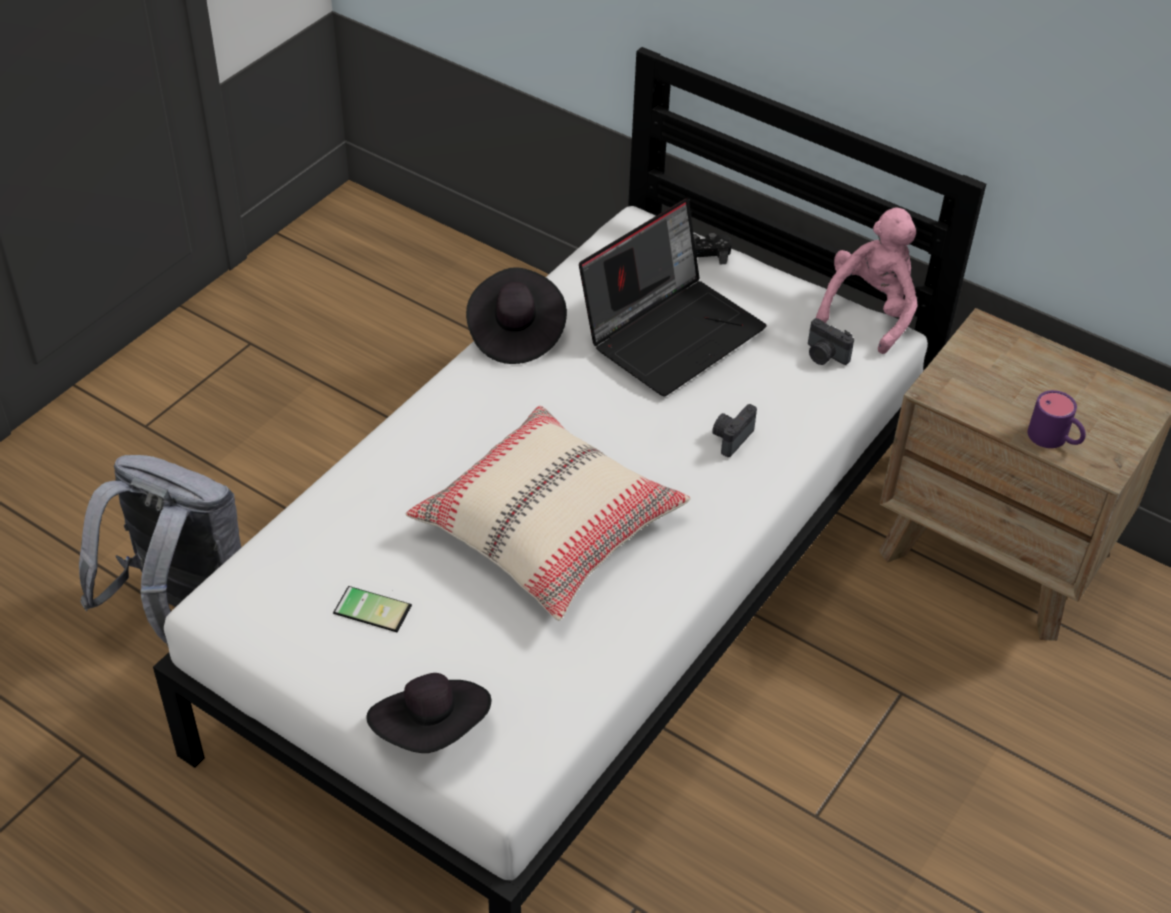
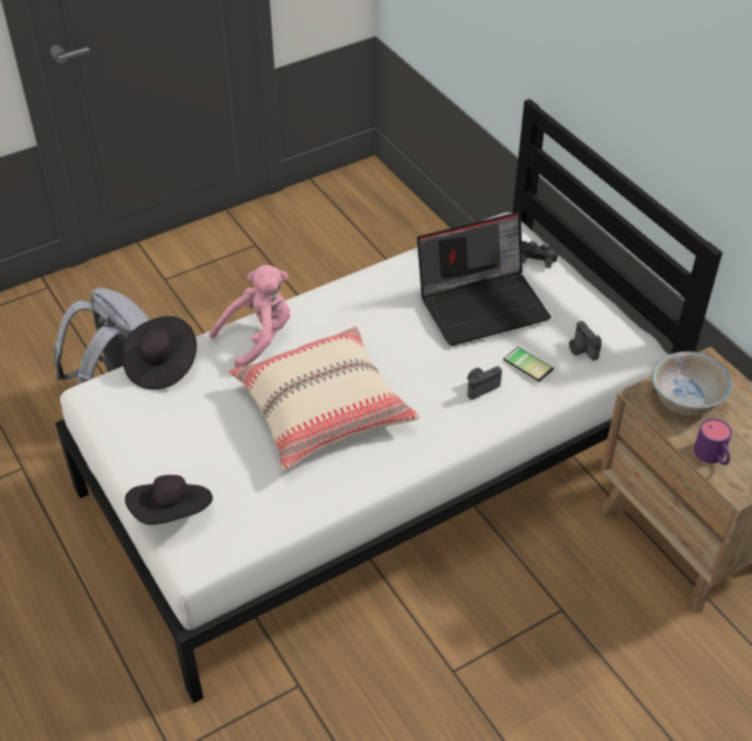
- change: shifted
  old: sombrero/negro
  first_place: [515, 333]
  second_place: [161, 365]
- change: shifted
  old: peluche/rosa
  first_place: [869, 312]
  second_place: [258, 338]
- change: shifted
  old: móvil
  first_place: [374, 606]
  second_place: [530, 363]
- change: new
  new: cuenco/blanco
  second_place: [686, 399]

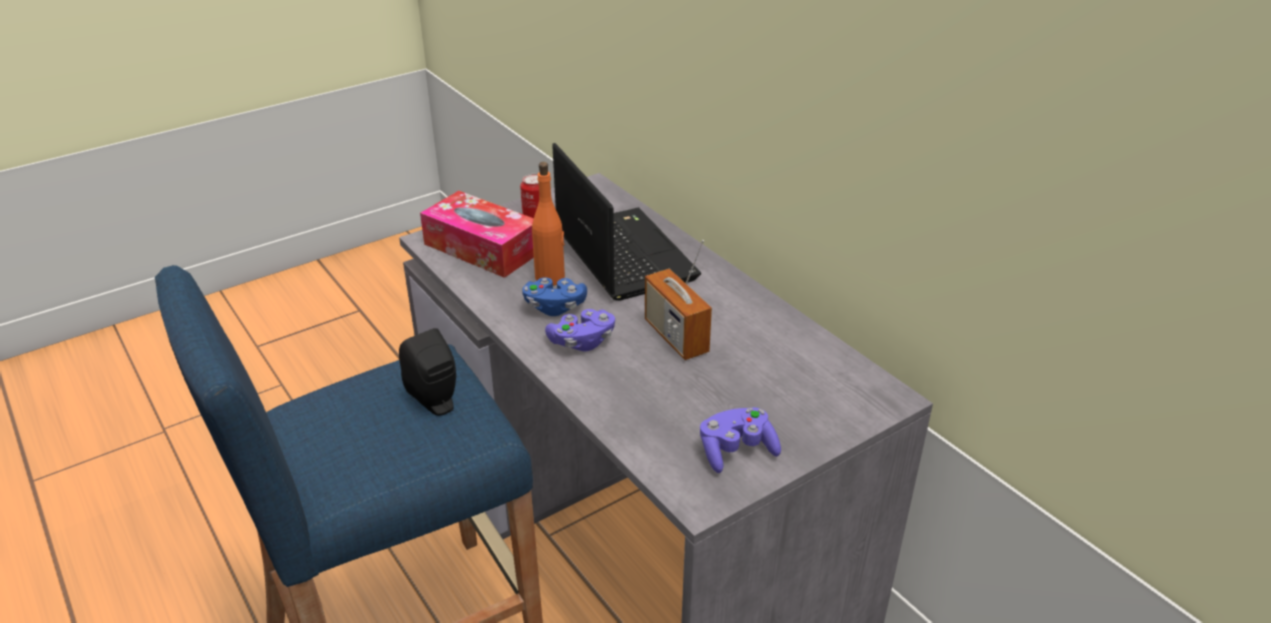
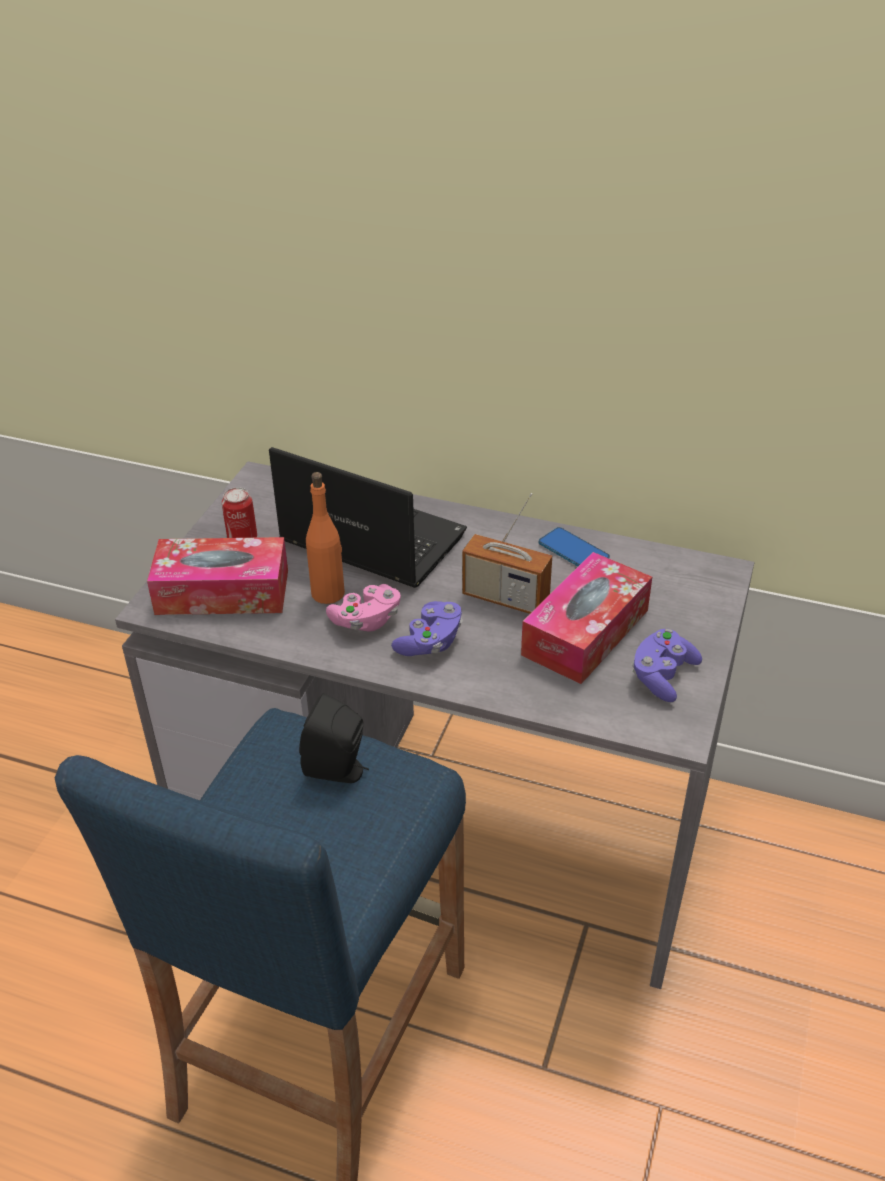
- change: repainted
  old: mando de consola/azul
  new: mando de consola/rosa
  first_place: [555, 307]
  second_place: [366, 620]
- change: new
  new: caja de pañuelos
  second_place: [585, 632]
- change: new
  new: móvil
  second_place: [573, 551]

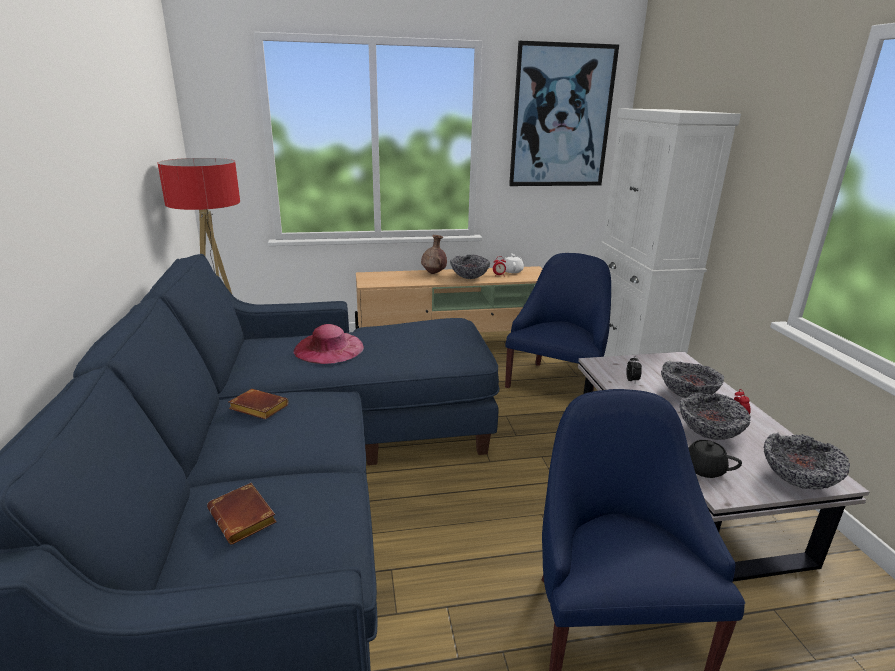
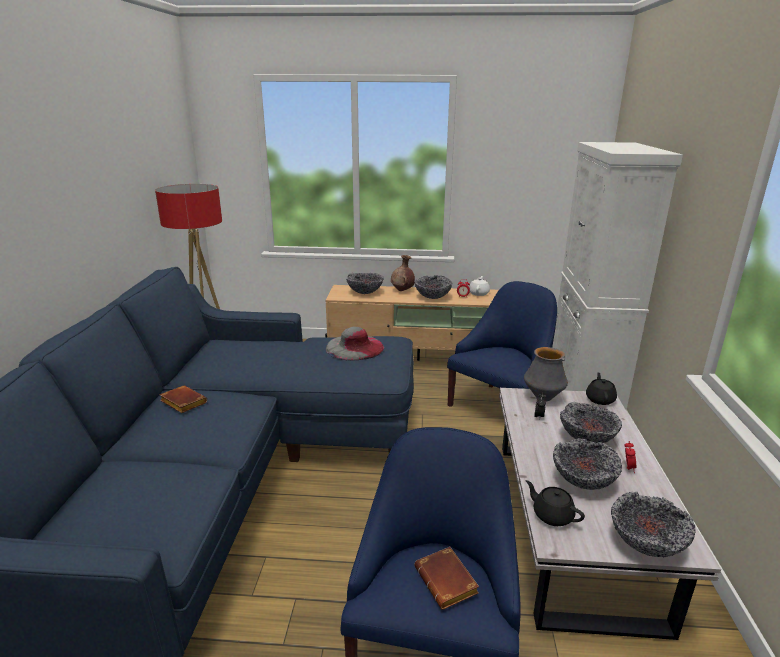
- change: new
  new: sombrero/gris
  second_place: [354, 347]
- change: new
  new: cuenco
  second_place: [365, 292]
- change: shifted
  old: libro/marrón
  first_place: [245, 518]
  second_place: [448, 582]
- change: new
  new: florero
  second_place: [543, 397]
- change: new
  new: tetera/negro
  second_place: [600, 399]
- change: gone
  old: sombrero/rosa
  first_place: [329, 348]
- change: gone
  old: cuadro
  first_place: [561, 117]

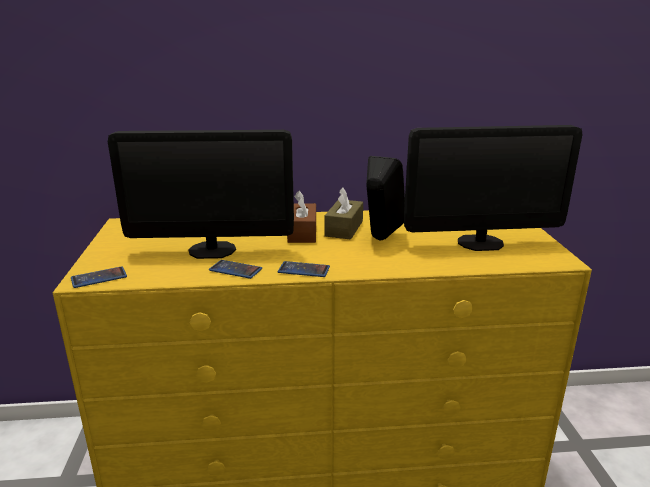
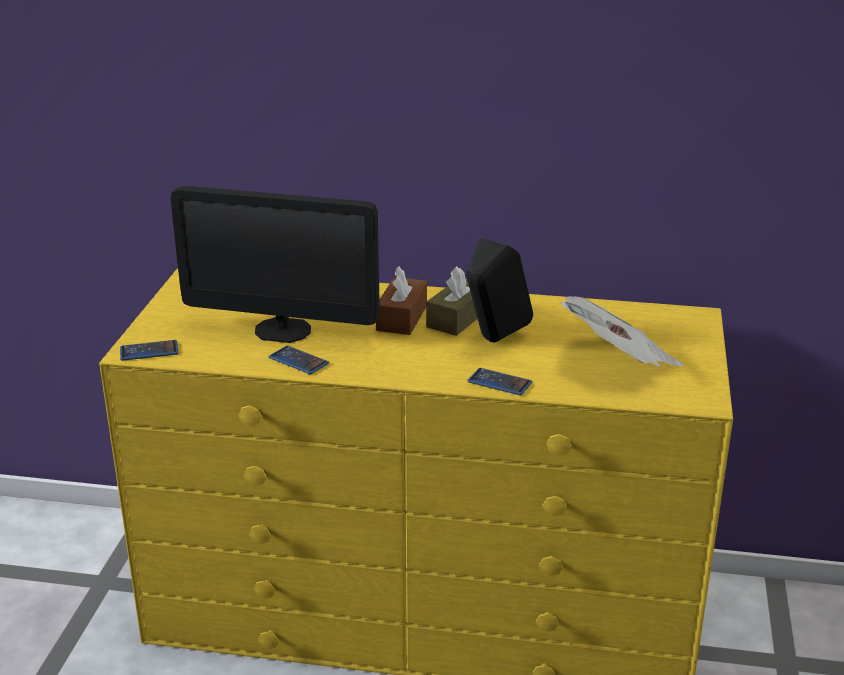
- change: shifted
  old: móvil
  first_place: [304, 270]
  second_place: [499, 382]
- change: swapped
  old: monitor
  new: periódico
  first_place: [480, 243]
  second_place: [619, 362]

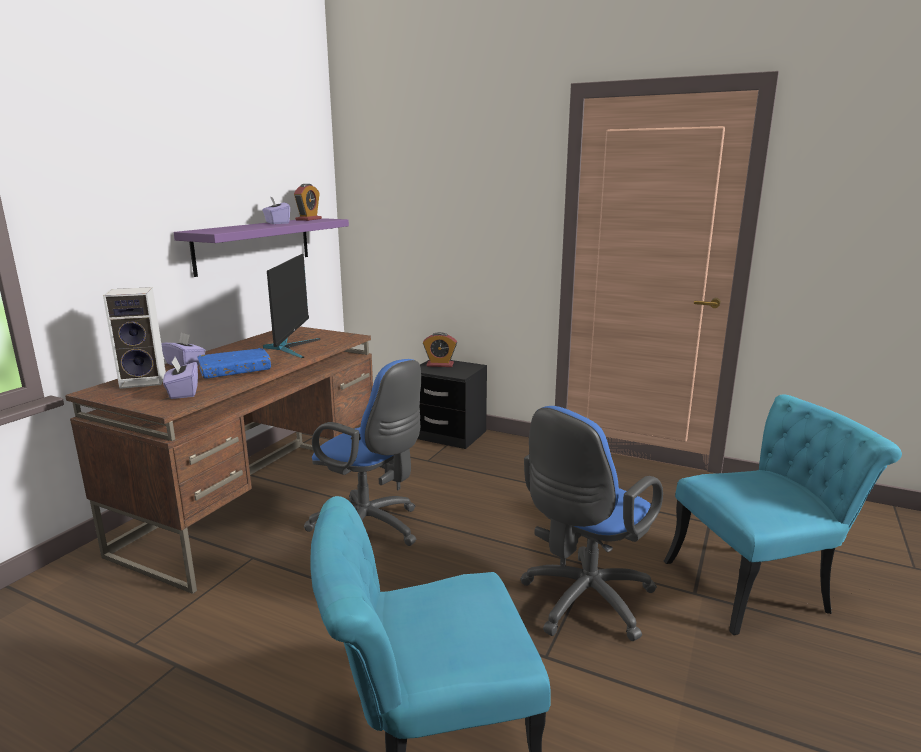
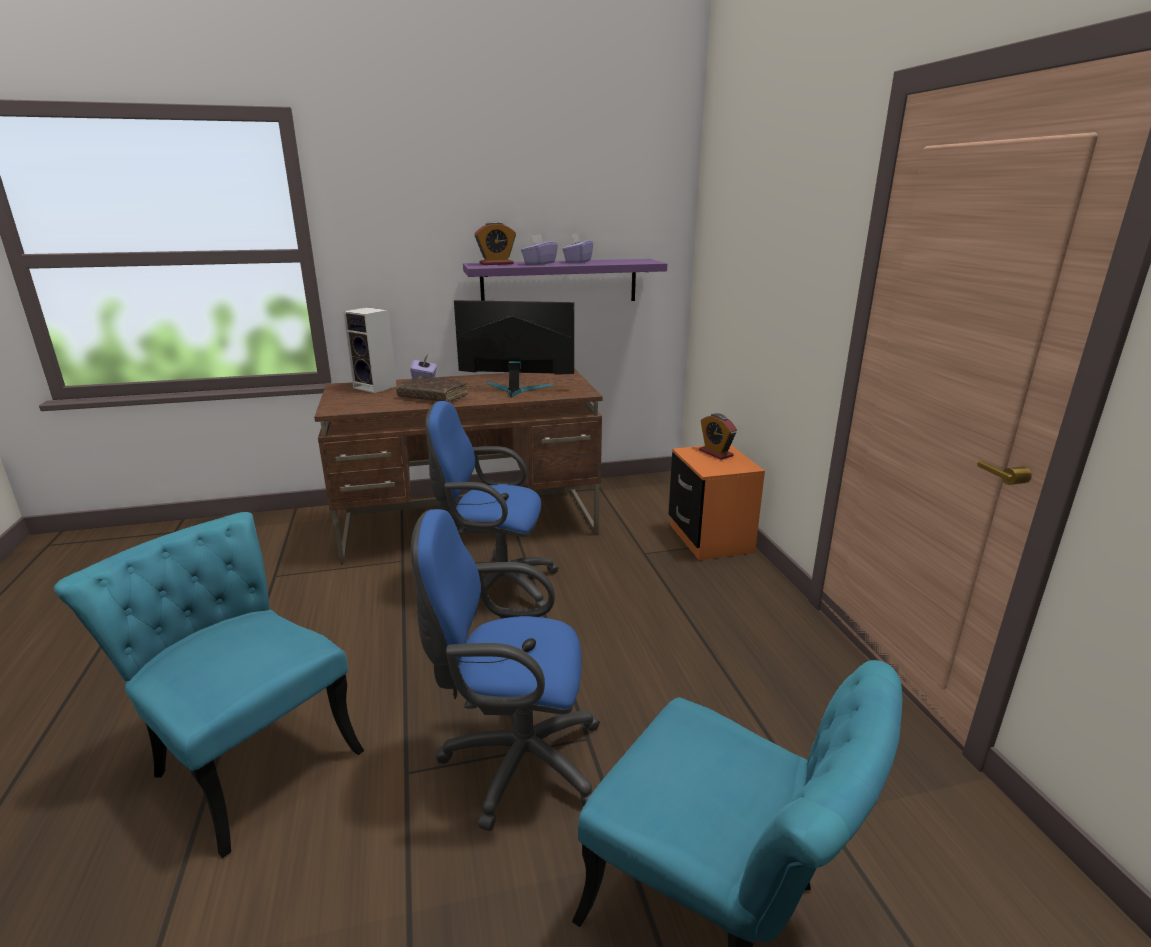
- change: repainted
  old: libro/azul
  new: libro/marrón
  first_place: [235, 371]
  second_place: [433, 397]
- change: rotated
  old: silla de oficina/azul
  first_place: [371, 530]
  second_place: [495, 586]
  degrees: 105
- change: rotated
  old: monitor
  first_place: [291, 348]
  second_place: [515, 389]
  degrees: -135
- change: shifted
  old: despertador
  first_place: [308, 219]
  second_place: [496, 264]
- change: shifted
  old: caja de pañuelos/morado
  first_place: [183, 392]
  second_place: [539, 263]
- change: repainted
  old: mesita de noche/negro
  new: mesita de noche/naranja
  first_place: [448, 435]
  second_place: [710, 539]

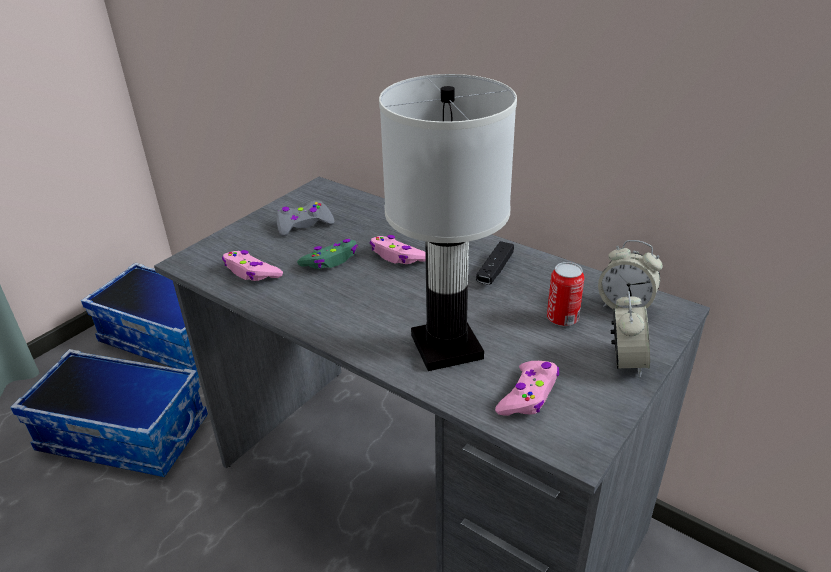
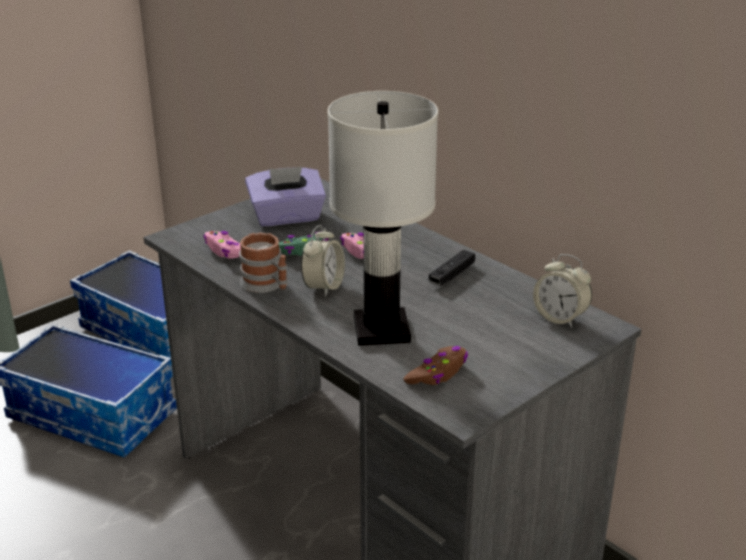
- change: new
  new: taza grande
  second_place: [267, 285]
- change: swapped
  old: mando de consola/gris
  new: caja de pañuelos/morado
  first_place: [304, 225]
  second_place: [287, 217]
- change: shifted
  old: despertador
  first_place: [626, 362]
  second_place: [323, 287]
- change: repainted
  old: mando de consola/rosa
  new: mando de consola/marrón
  first_place: [528, 395]
  second_place: [438, 373]
- change: gone
  old: lata
  first_place: [562, 318]

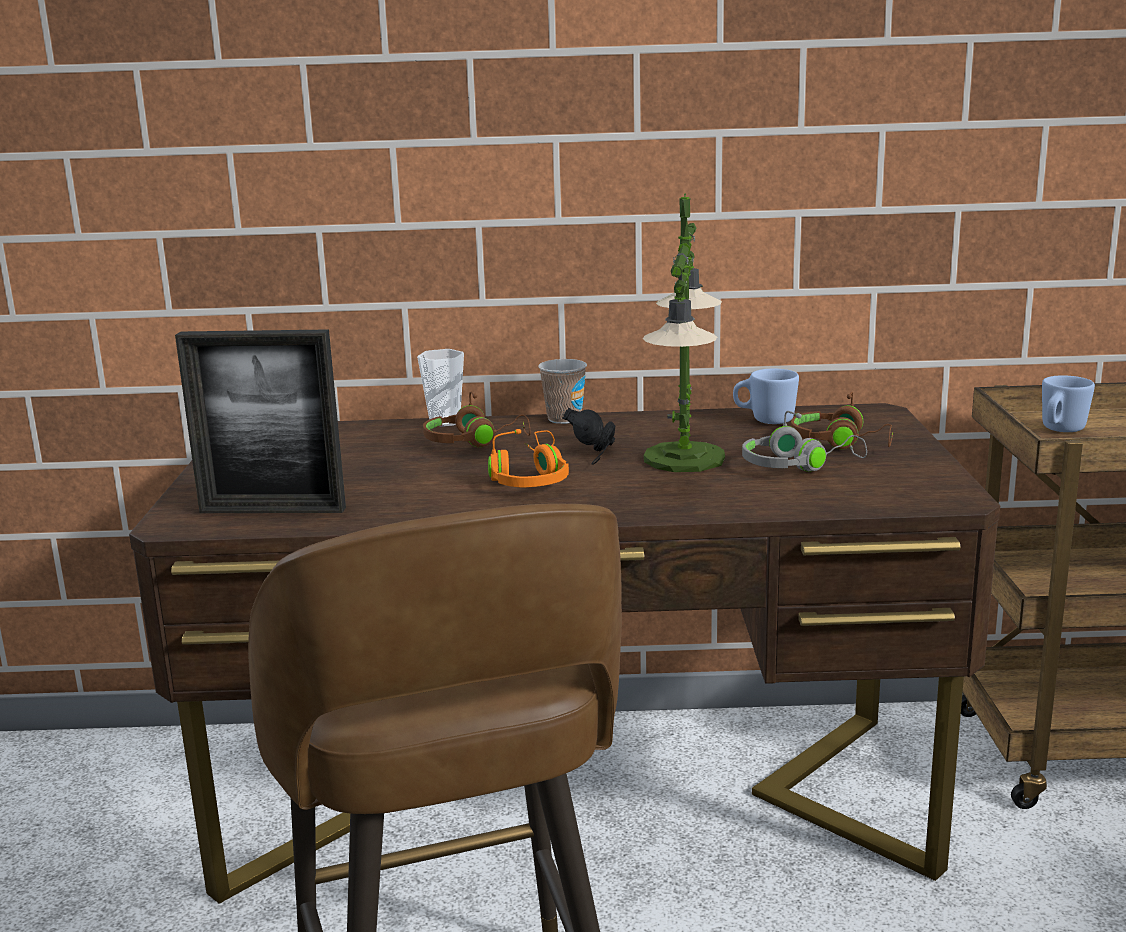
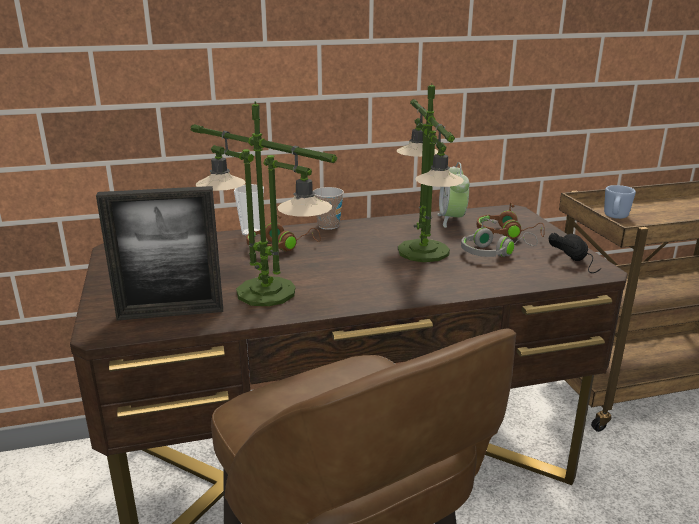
- change: new
  new: lámpara de mesa
  second_place: [265, 292]
- change: swapped
  old: taza grande/azul
  new: despertador
  first_place: [764, 420]
  second_place: [452, 220]
- change: shifted
  old: auriculares/negro
  first_place: [599, 453]
  second_place: [578, 262]
- change: gone
  old: auriculares/naranja
  first_place: [530, 478]

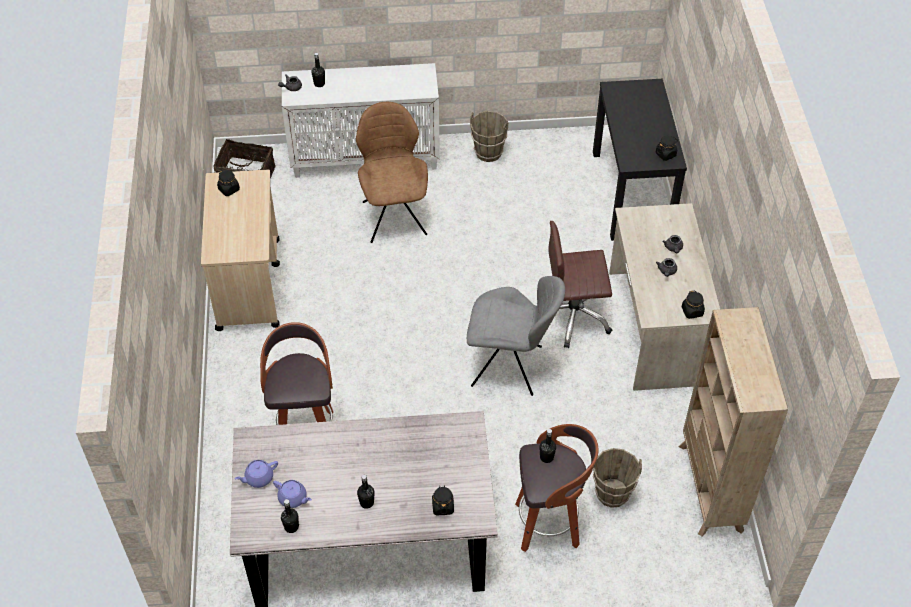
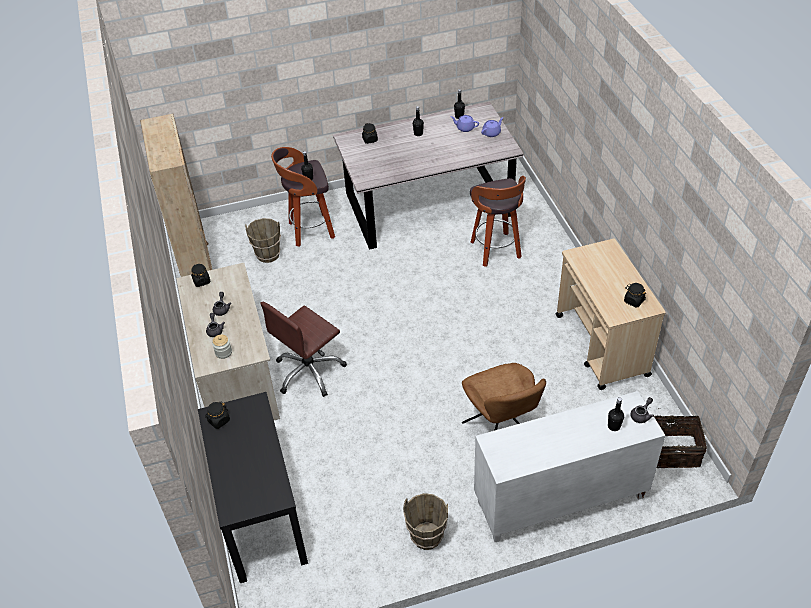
- change: new
  new: tarro
  second_place: [223, 352]
- change: rotated
  old: silla de oficina/marrón
  first_place: [573, 316]
  second_place: [309, 372]
  degrees: 150
- change: gone
  old: silla/gris
  first_place: [510, 367]

